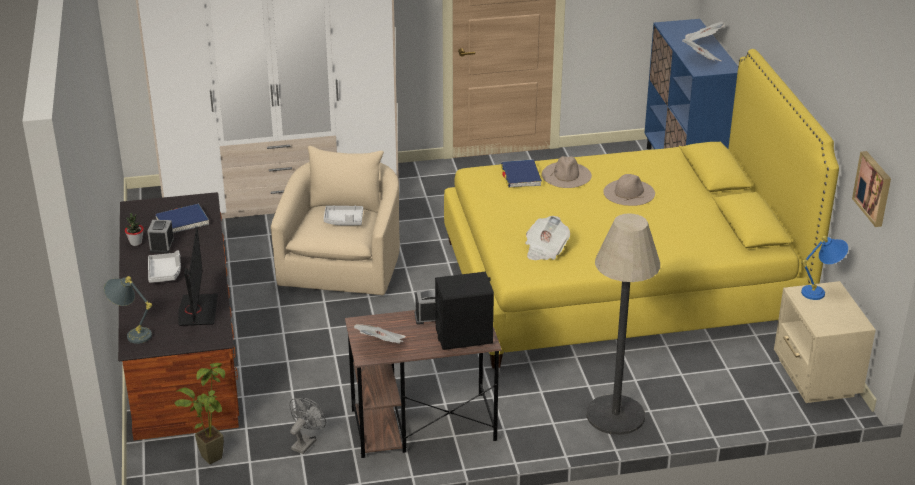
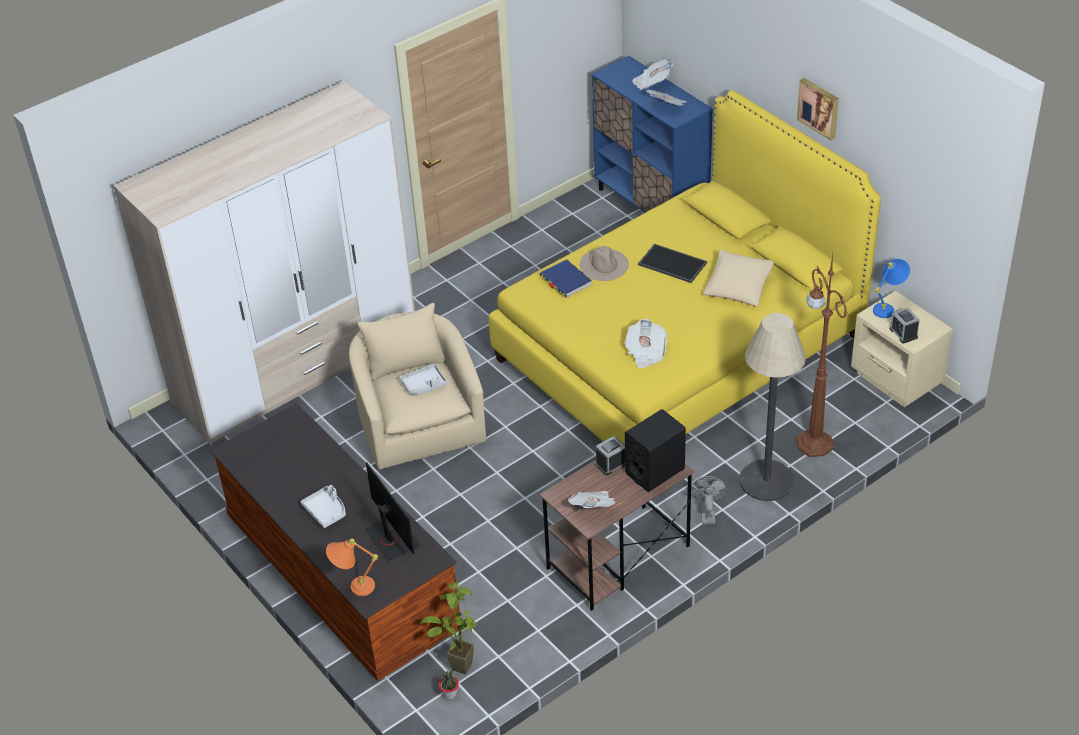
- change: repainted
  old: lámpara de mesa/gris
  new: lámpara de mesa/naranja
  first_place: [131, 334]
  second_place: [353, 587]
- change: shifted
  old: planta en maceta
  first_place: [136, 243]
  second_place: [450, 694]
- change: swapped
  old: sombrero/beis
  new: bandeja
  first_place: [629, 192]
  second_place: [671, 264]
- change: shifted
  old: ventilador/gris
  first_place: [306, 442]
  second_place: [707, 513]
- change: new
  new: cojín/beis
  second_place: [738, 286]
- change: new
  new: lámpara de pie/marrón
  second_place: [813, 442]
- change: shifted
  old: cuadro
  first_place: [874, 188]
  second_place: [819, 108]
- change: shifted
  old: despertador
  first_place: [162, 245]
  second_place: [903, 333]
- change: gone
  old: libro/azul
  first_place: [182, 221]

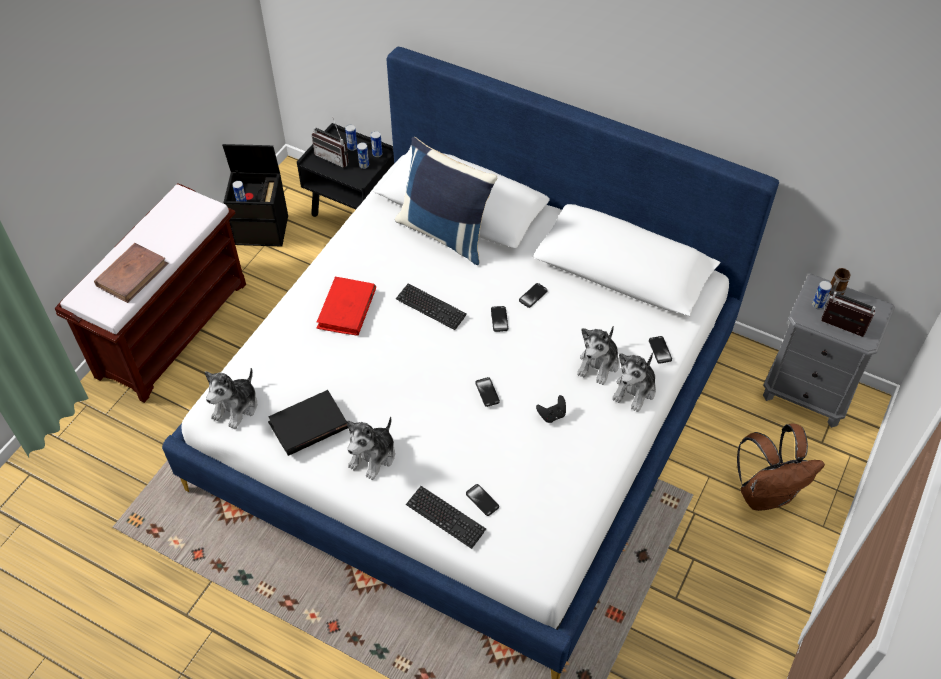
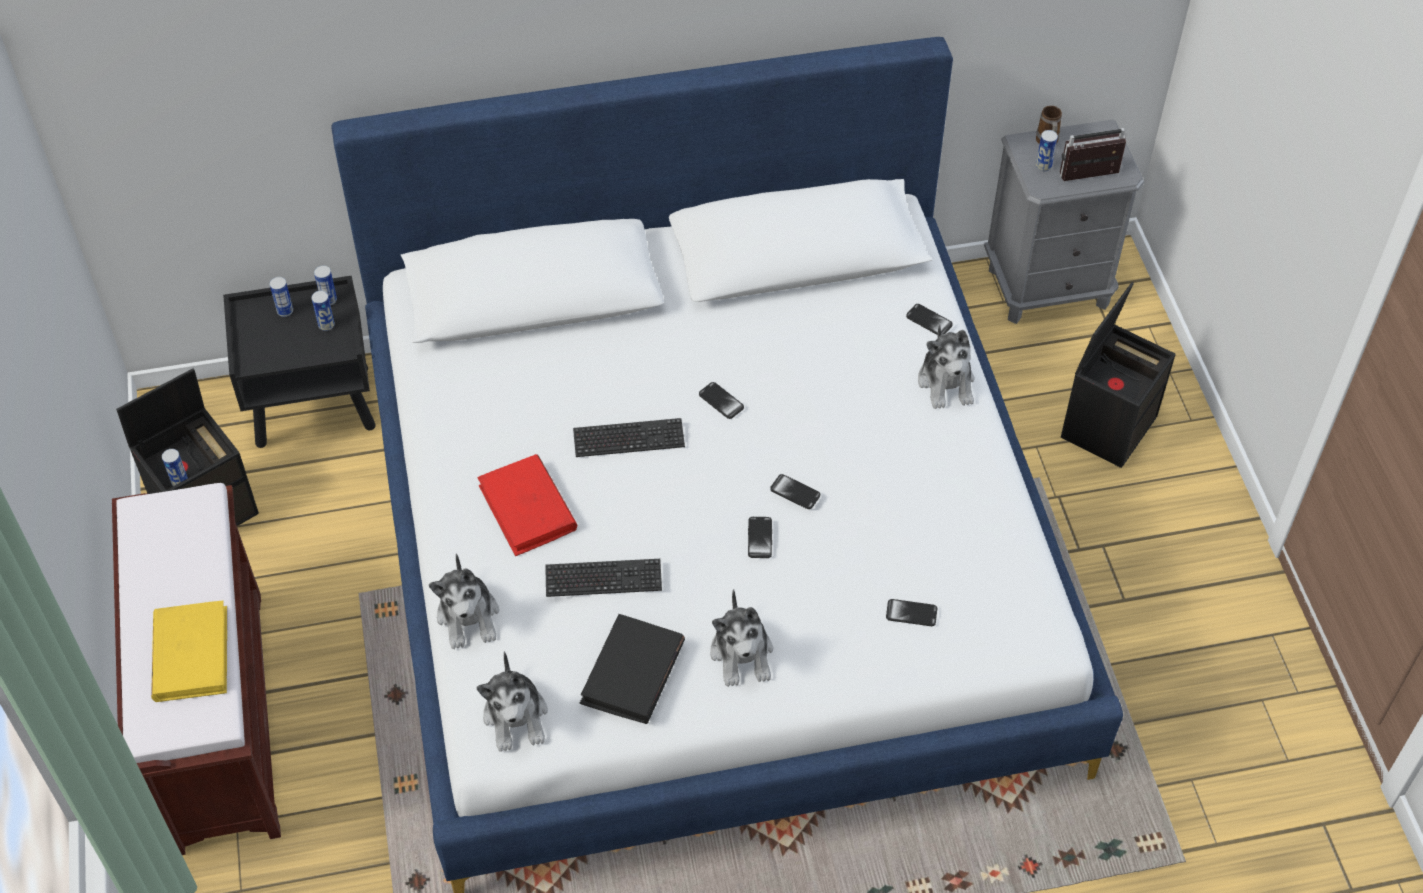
- change: repainted
  old: libro/marrón
  new: libro/amarillo
  first_place: [132, 275]
  second_place: [191, 654]
- change: shifted
  old: peluche
  first_place: [598, 364]
  second_place: [468, 616]
- change: shifted
  old: teclado
  first_place: [445, 517]
  second_place: [603, 579]
- change: shifted
  old: móvil
  first_place: [533, 296]
  second_place: [760, 538]
- change: swapped
  old: mochila/marrón
  new: caja de almacenaje/negro
  first_place: [766, 494]
  second_place: [1108, 425]
- change: gone
  old: radio
  first_place: [334, 157]
- change: gone
  old: cojín/azul
  first_place: [446, 233]
- change: gone
  old: mando de consola/negro
  first_place: [552, 415]

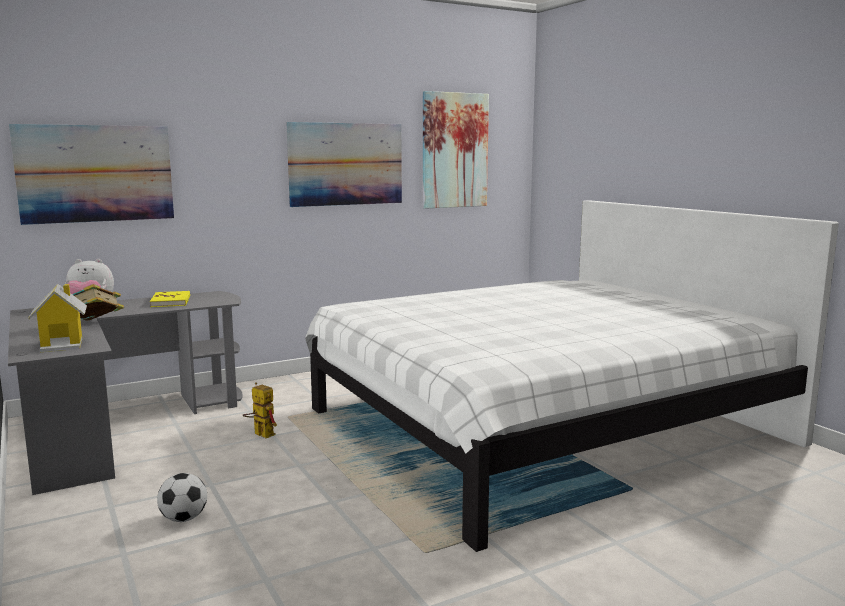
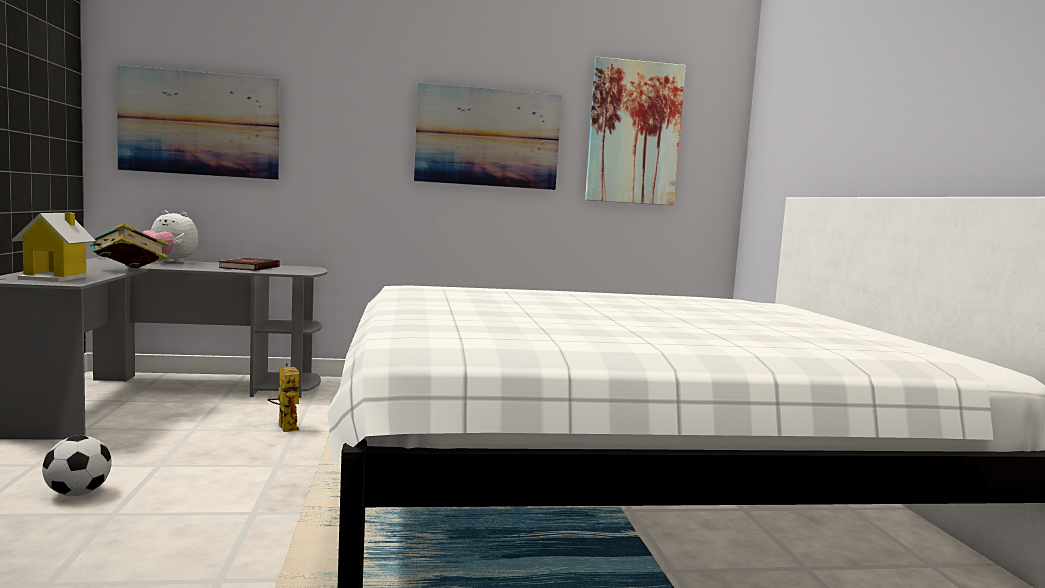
- change: repainted
  old: libro/amarillo
  new: libro/rojo
  first_place: [171, 301]
  second_place: [250, 267]

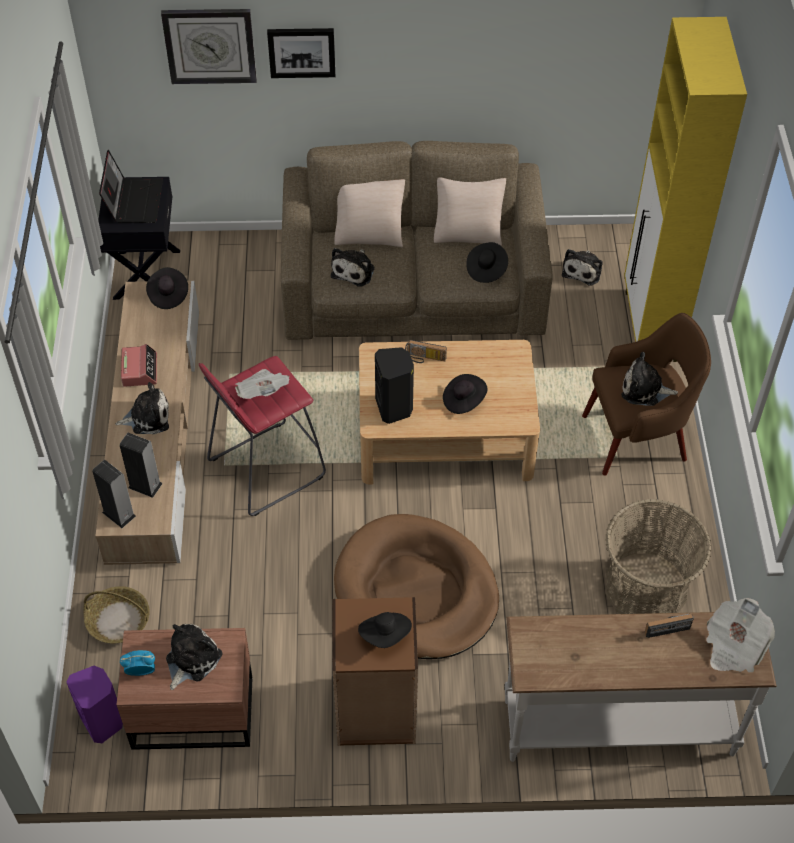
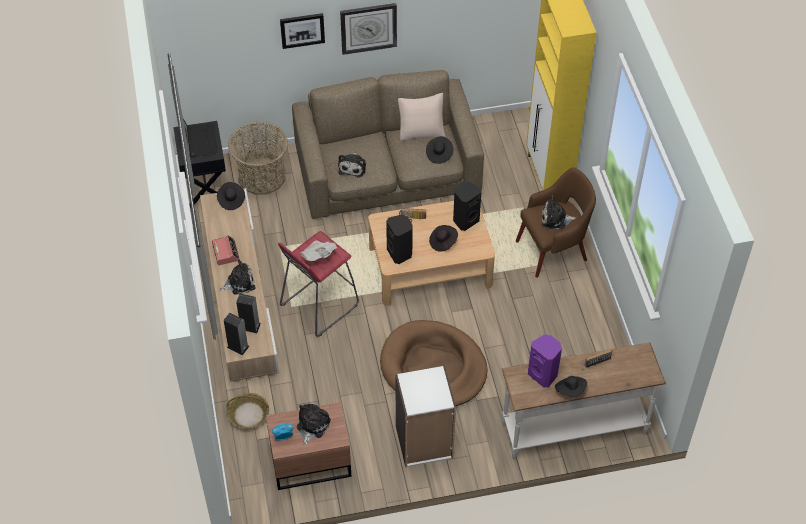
- change: shifted
  old: cesta
  first_place: [645, 588]
  second_place: [262, 176]
- change: shifted
  old: reloj de pared
  first_place: [210, 45]
  second_place: [368, 28]
- change: repainted
  old: estantería/marrón
  new: estantería/blanco
  first_place: [375, 711]
  second_place: [424, 443]
- change: new
  new: altavoz/negro
  second_place: [465, 220]
- change: shifted
  old: altavoz/morado
  first_place: [103, 721]
  second_place: [543, 374]
- change: shifted
  old: sombrero/negro
  first_place: [385, 635]
  second_place: [570, 390]
- change: gone
  old: cojín/beis
  first_place: [369, 232]
- change: gone
  old: peluche
  first_place: [583, 270]
- change: gone
  old: periódico
  first_place: [733, 646]

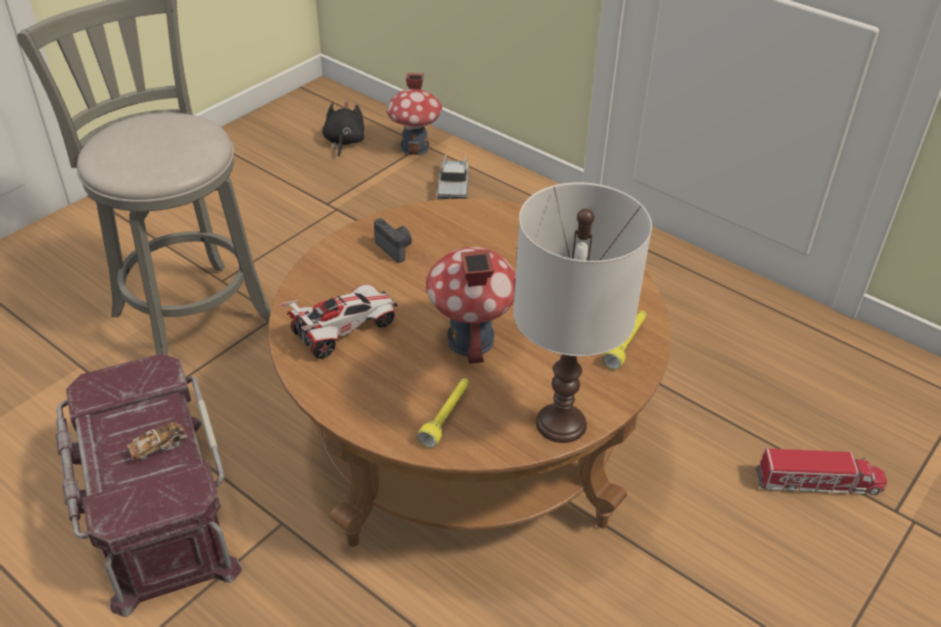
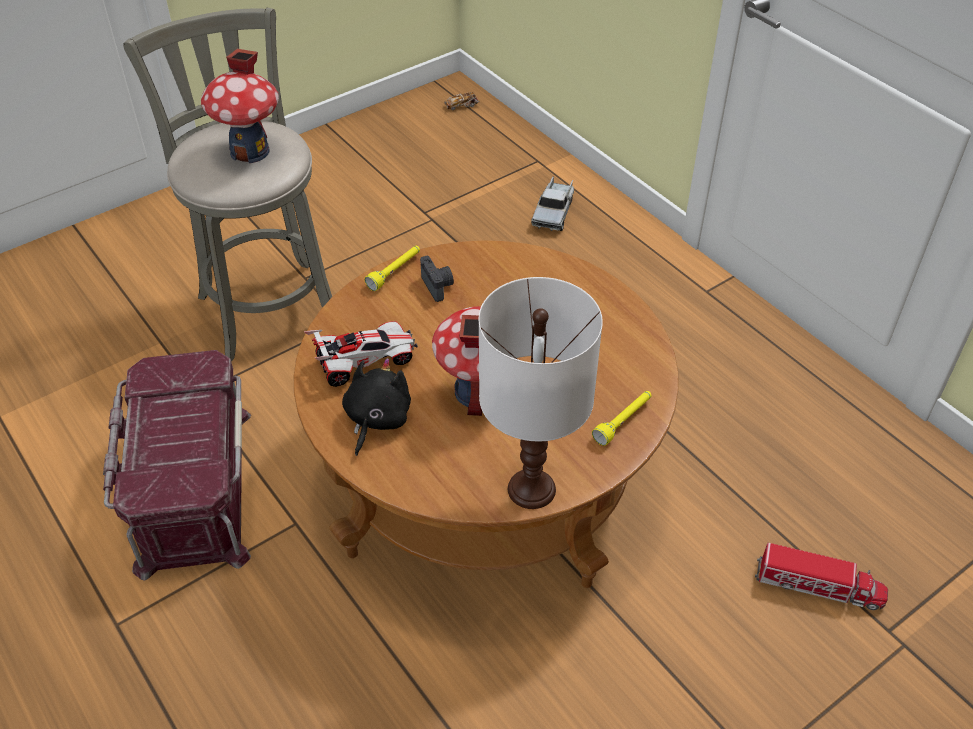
- change: shifted
  old: casita
  first_place: [415, 147]
  second_place: [250, 151]
- change: shifted
  old: peluche/negro
  first_place: [344, 142]
  second_place: [376, 419]
- change: shifted
  old: linterna/amarillo
  first_place: [446, 417]
  second_place: [395, 272]
- change: shifted
  old: coche de juguete
  first_place: [159, 447]
  second_place: [461, 106]

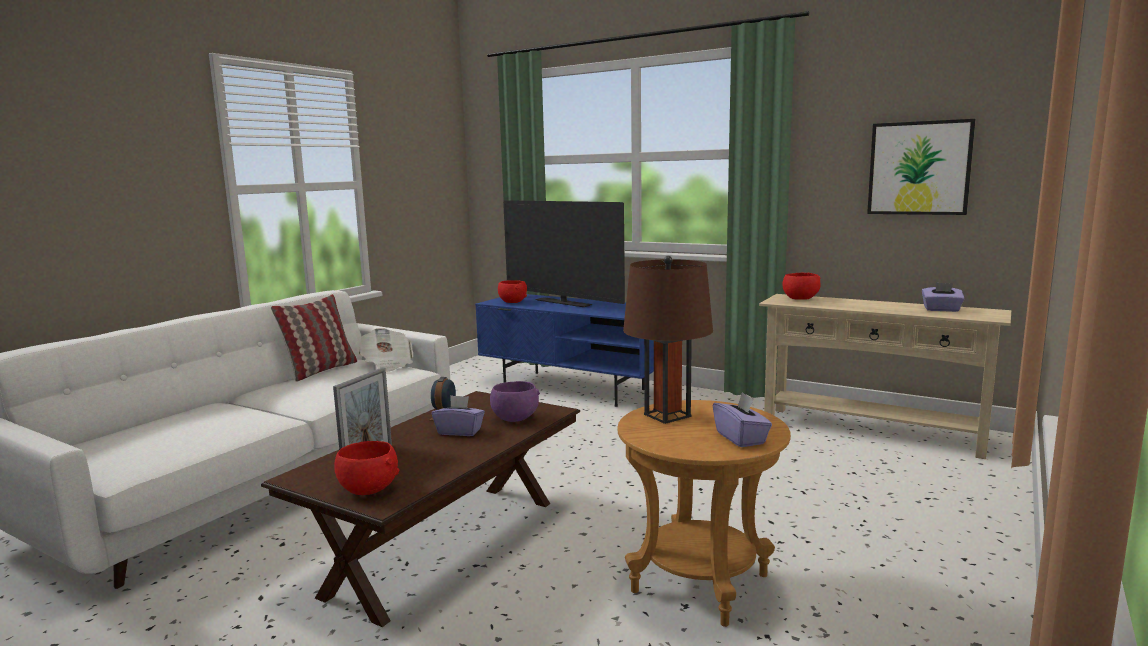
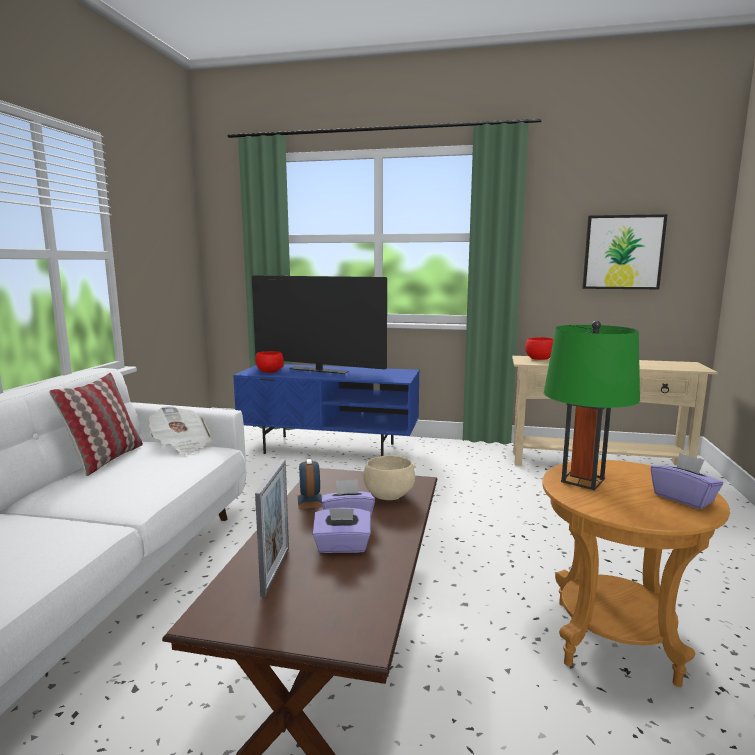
- change: shifted
  old: caja de pañuelos/morado
  first_place: [941, 309]
  second_place: [342, 546]
- change: repainted
  old: cuenco/morado
  new: cuenco/beis
  first_place: [514, 419]
  second_place: [388, 496]
- change: repainted
  old: lámpara de mesa/marrón
  new: lámpara de mesa/verde
  first_place: [667, 415]
  second_place: [582, 480]
- change: gone
  old: cuenco/rojo
  first_place: [368, 490]

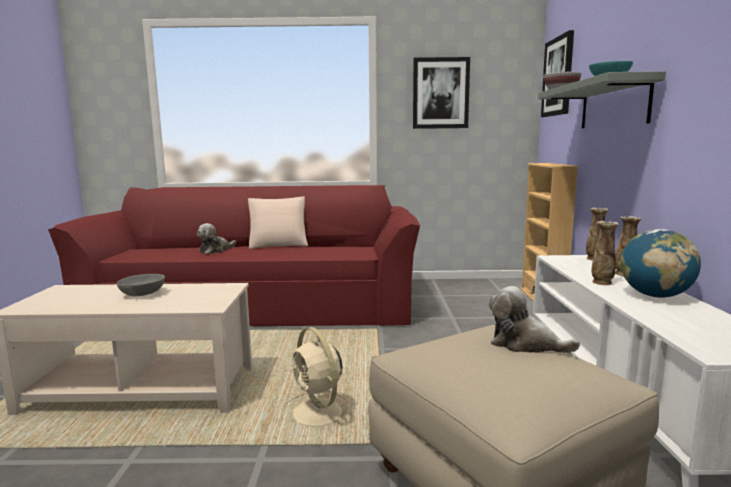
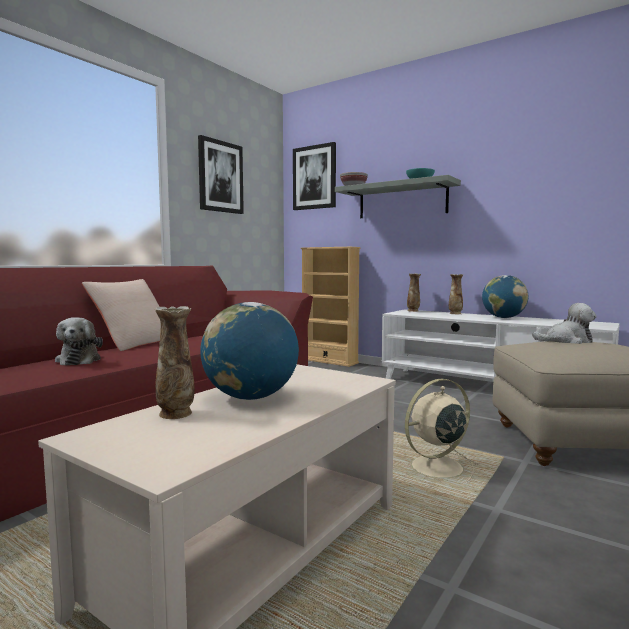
- change: shifted
  old: florero
  first_place: [602, 282]
  second_place: [176, 414]
- change: swapped
  old: cuenco/gris
  new: globo terráqueo
  first_place: [142, 294]
  second_place: [251, 397]
- change: rotated
  old: ventilador/beis
  first_place: [318, 414]
  second_place: [435, 468]
  degrees: 150
- change: rotated
  old: peluche
  first_place: [524, 344]
  second_place: [567, 341]
  degrees: -150

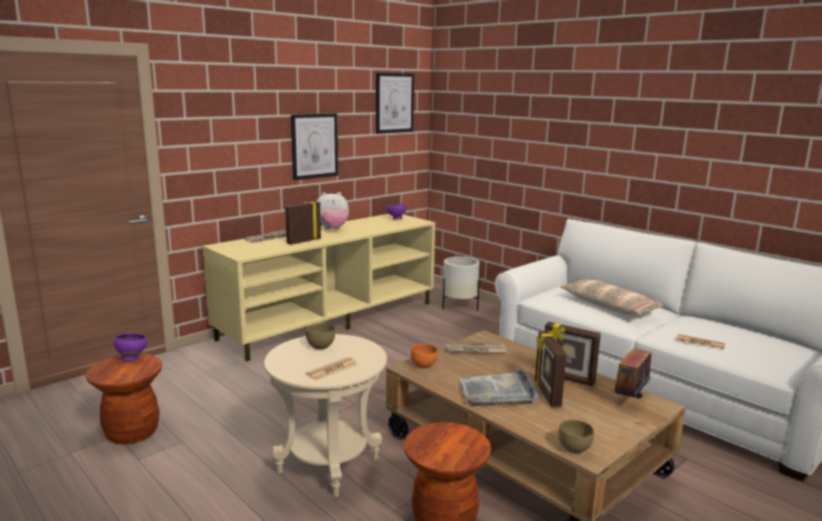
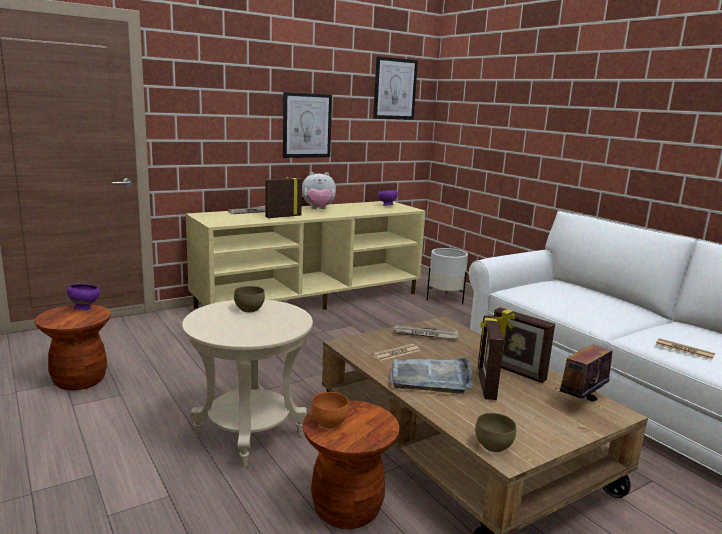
- change: shifted
  old: cuenco/naranja
  first_place: [423, 366]
  second_place: [328, 423]
- change: shifted
  old: periódico
  first_place: [332, 369]
  second_place: [396, 353]
- change: gone
  old: cojín
  first_place: [609, 306]

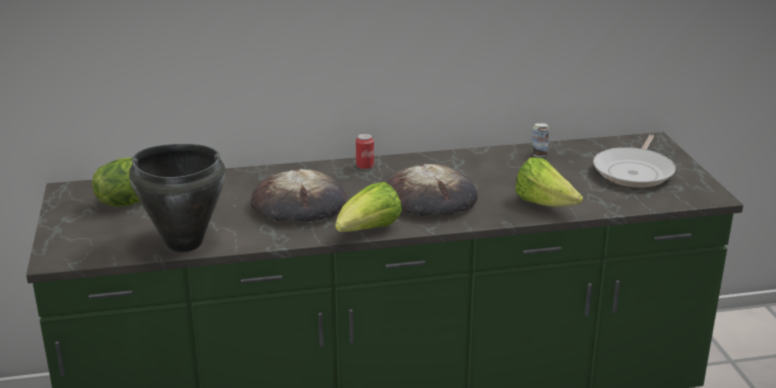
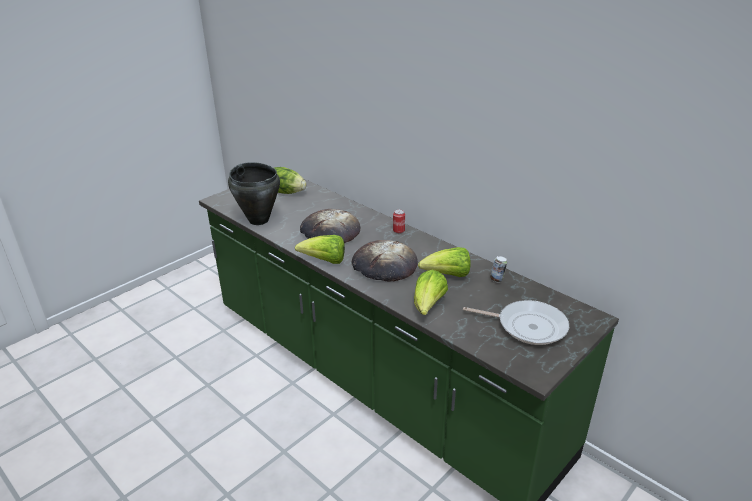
- change: new
  new: lechuga
  second_place: [447, 275]
- change: rotated
  old: sartén
  first_place: [634, 171]
  second_place: [527, 326]
  degrees: -150

